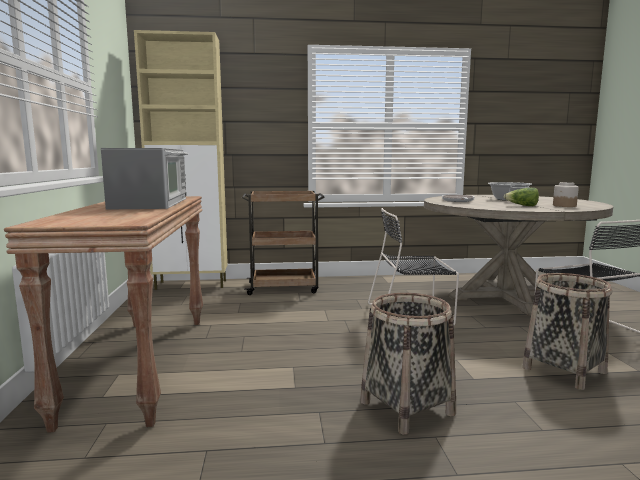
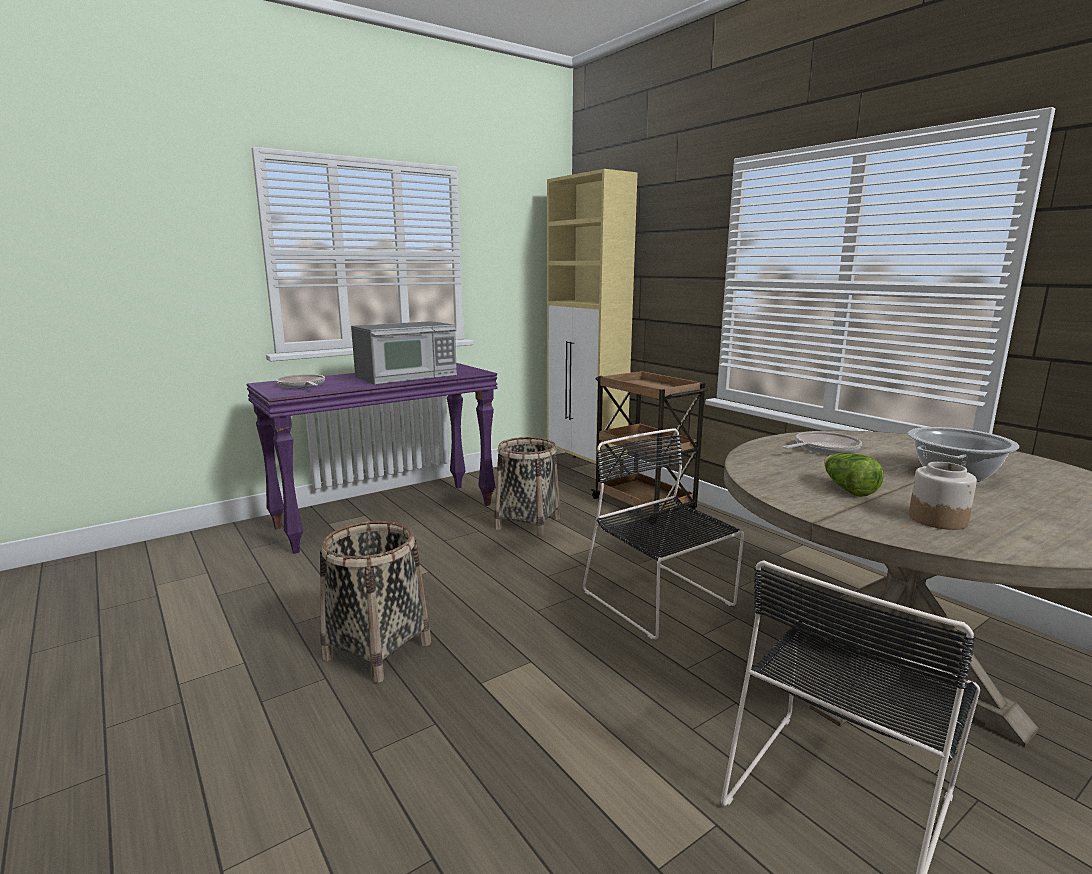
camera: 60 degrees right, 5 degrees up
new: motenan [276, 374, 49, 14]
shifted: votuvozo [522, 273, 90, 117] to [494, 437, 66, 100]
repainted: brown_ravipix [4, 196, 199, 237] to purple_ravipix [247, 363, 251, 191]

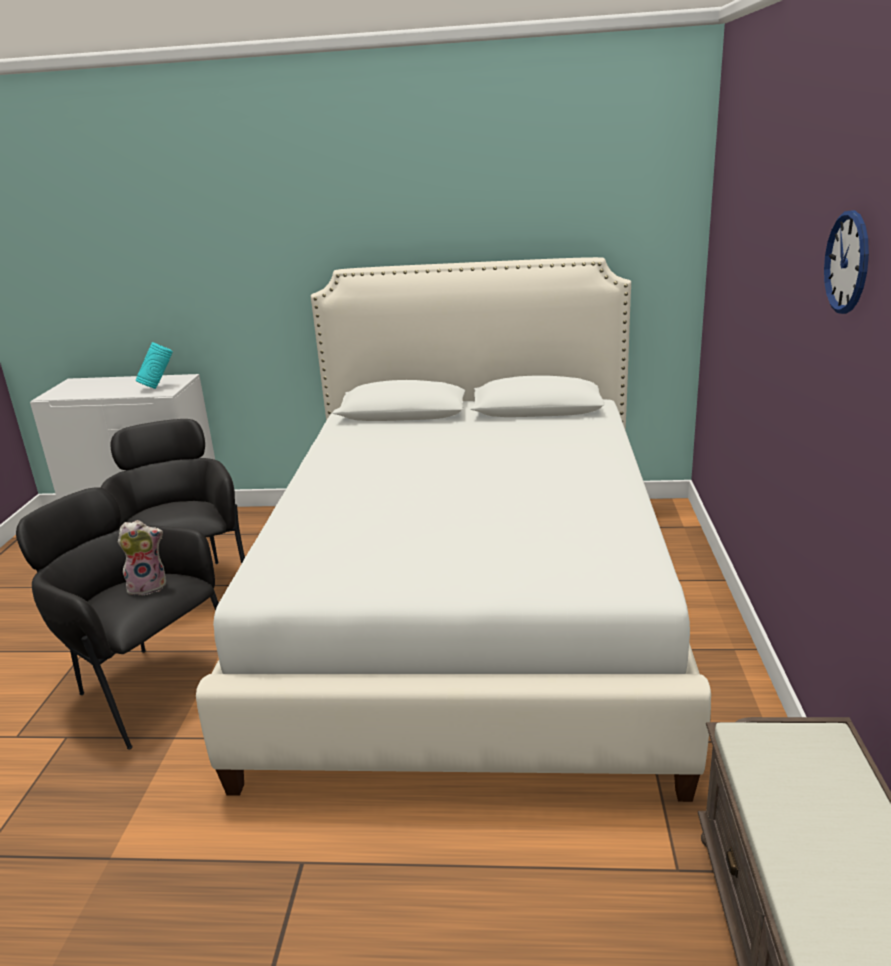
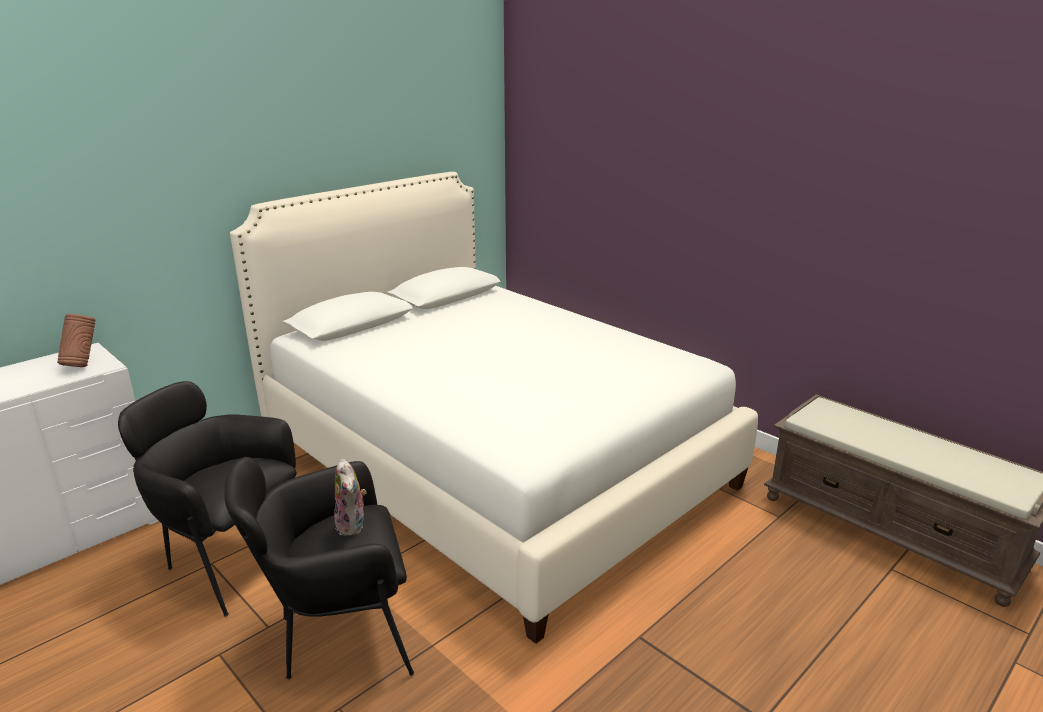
camera: 50 degrees left, 0 degrees up
gone: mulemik [824, 210, 45, 104]
repainted: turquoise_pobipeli [136, 342, 37, 47] to brown_pobipeli [57, 314, 39, 53]
rotated: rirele [118, 520, 48, 75] = [334, 459, 33, 77] 135 degrees clockwise

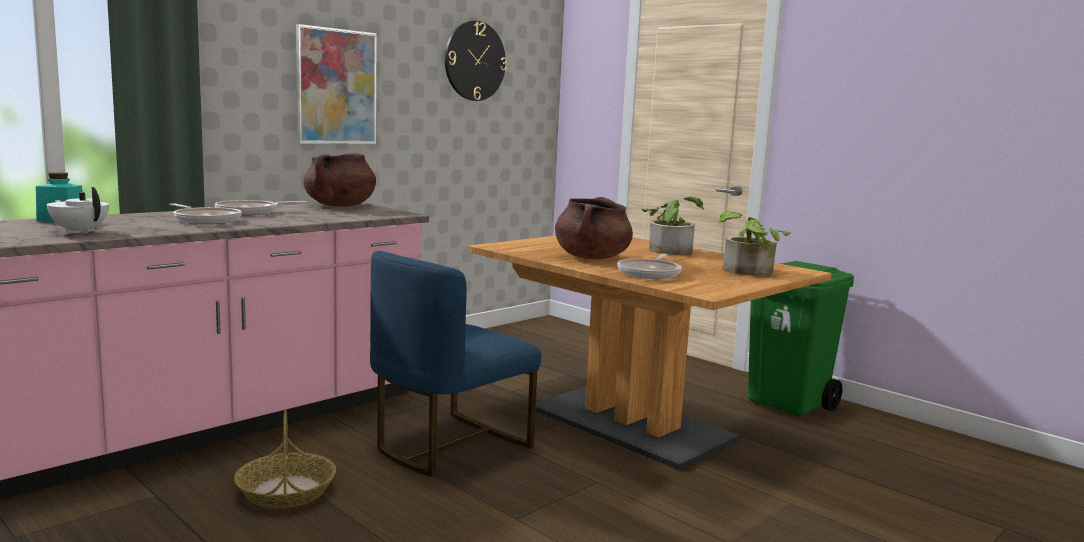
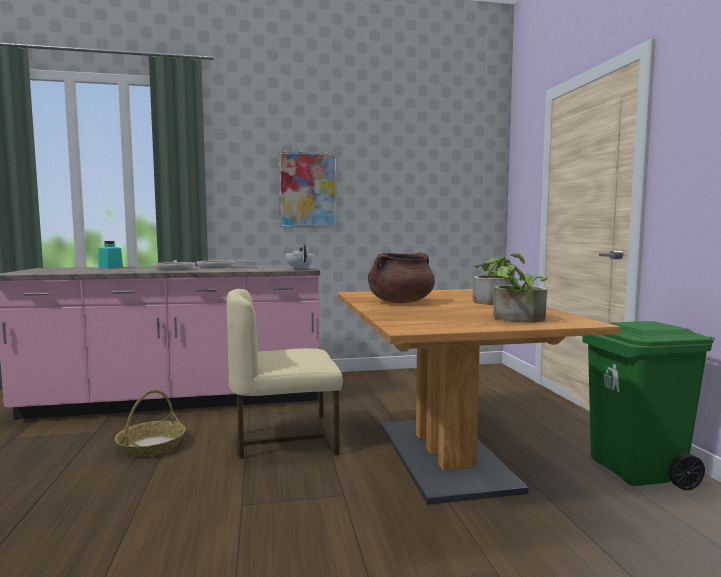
camera: 35 degrees right, 5 degrees down
gone: mulemik [445, 21, 62, 80]; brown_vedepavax [304, 153, 72, 54]; motenan [617, 254, 65, 25]
shifted: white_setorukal [47, 187, 62, 47] to [285, 244, 30, 26]
repainted: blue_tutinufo [370, 251, 171, 226] to beige_tutinufo [227, 289, 116, 170]

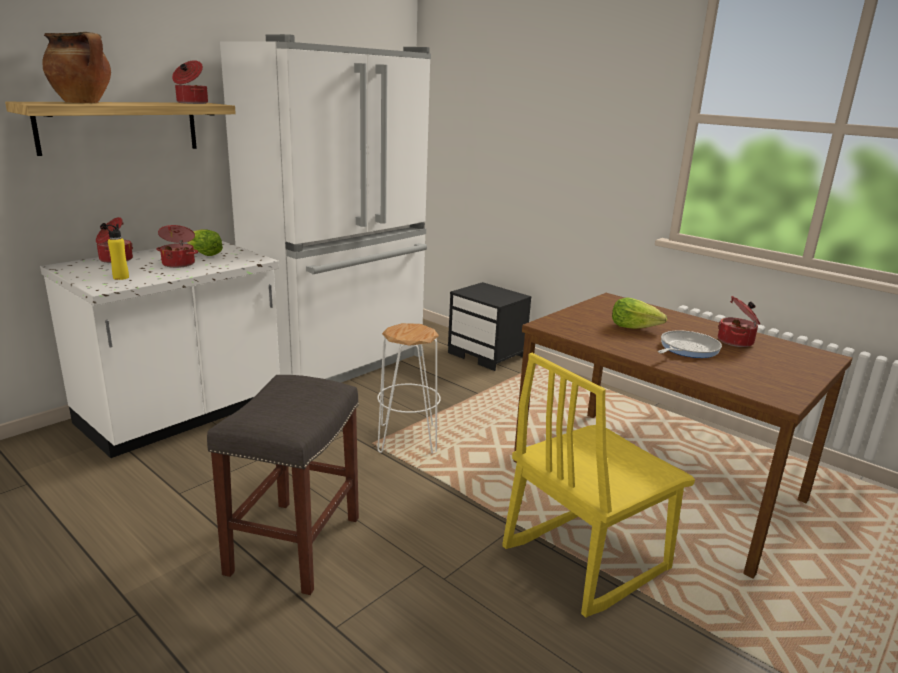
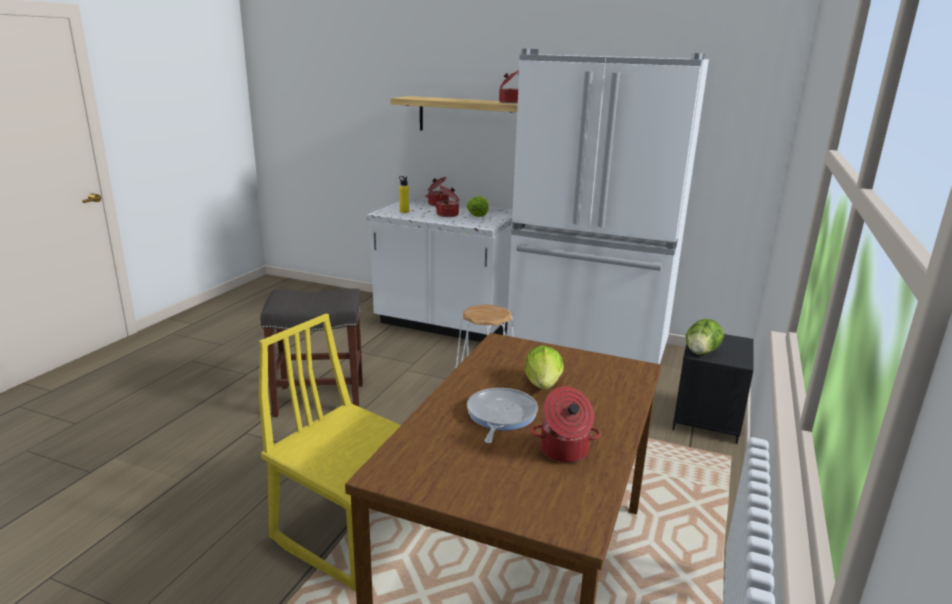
camera: 70 degrees right, 0 degrees up
gone: vedepavax [43, 32, 68, 71]
new: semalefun [686, 319, 38, 36]
rotated: motenan [658, 330, 64, 28] = [467, 388, 71, 55] 105 degrees counterclockwise

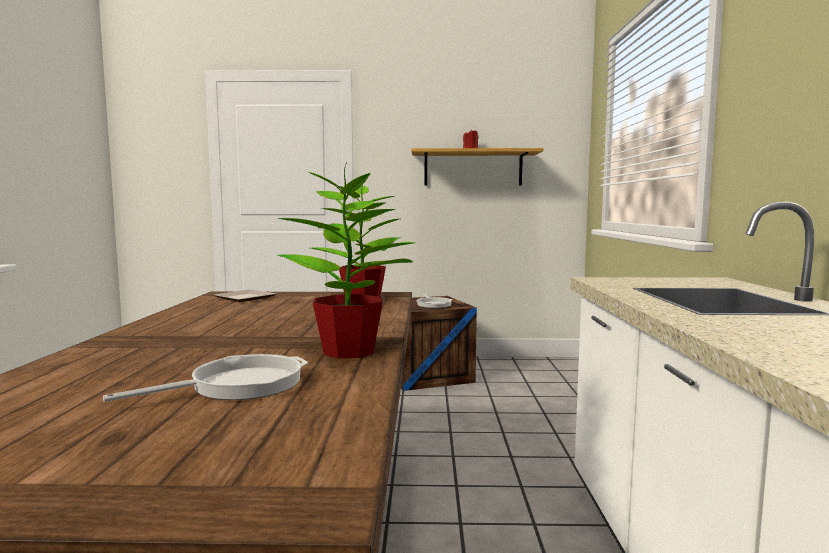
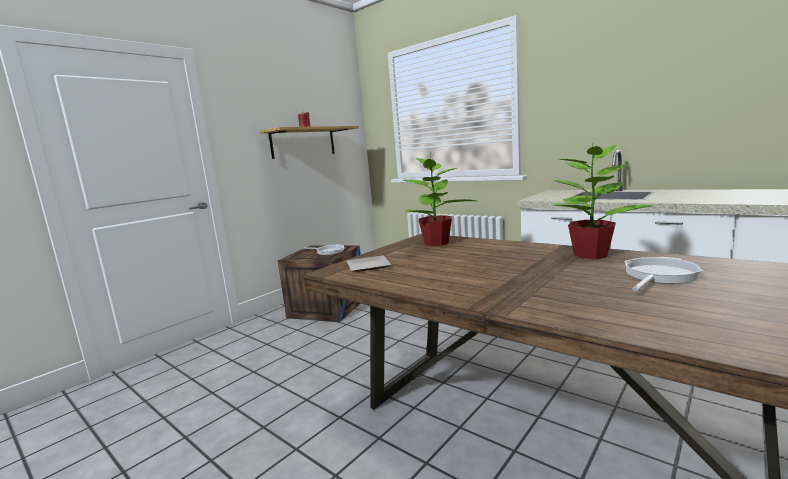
camera: 50 degrees left, 5 degrees up
rotated: motenan [103, 354, 205, 48] = [624, 257, 79, 34] 45 degrees clockwise

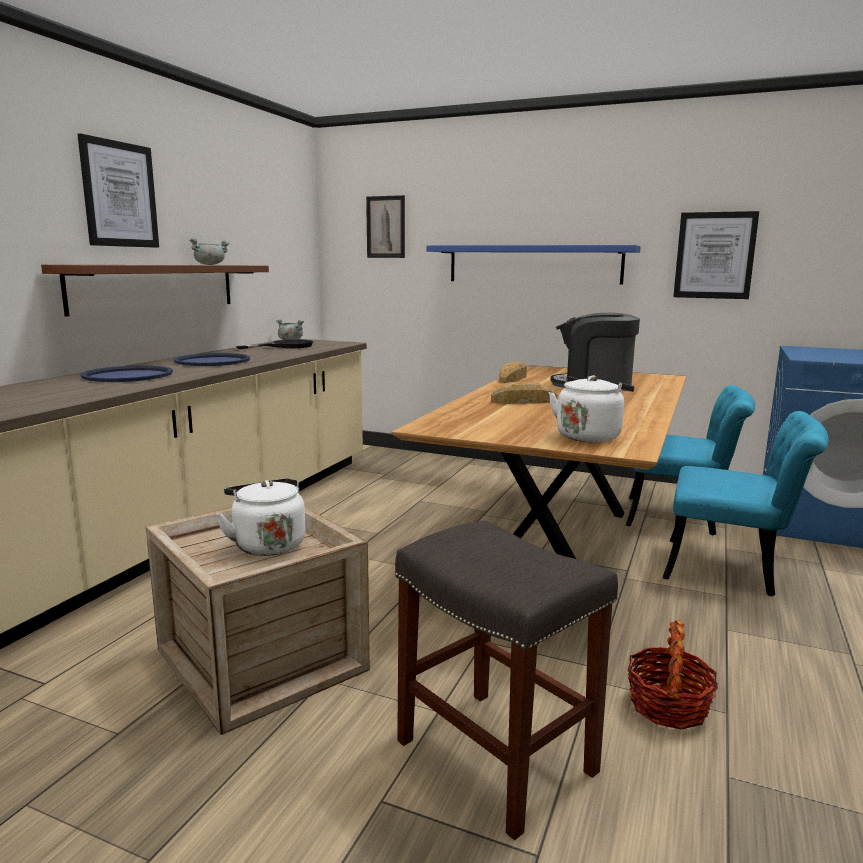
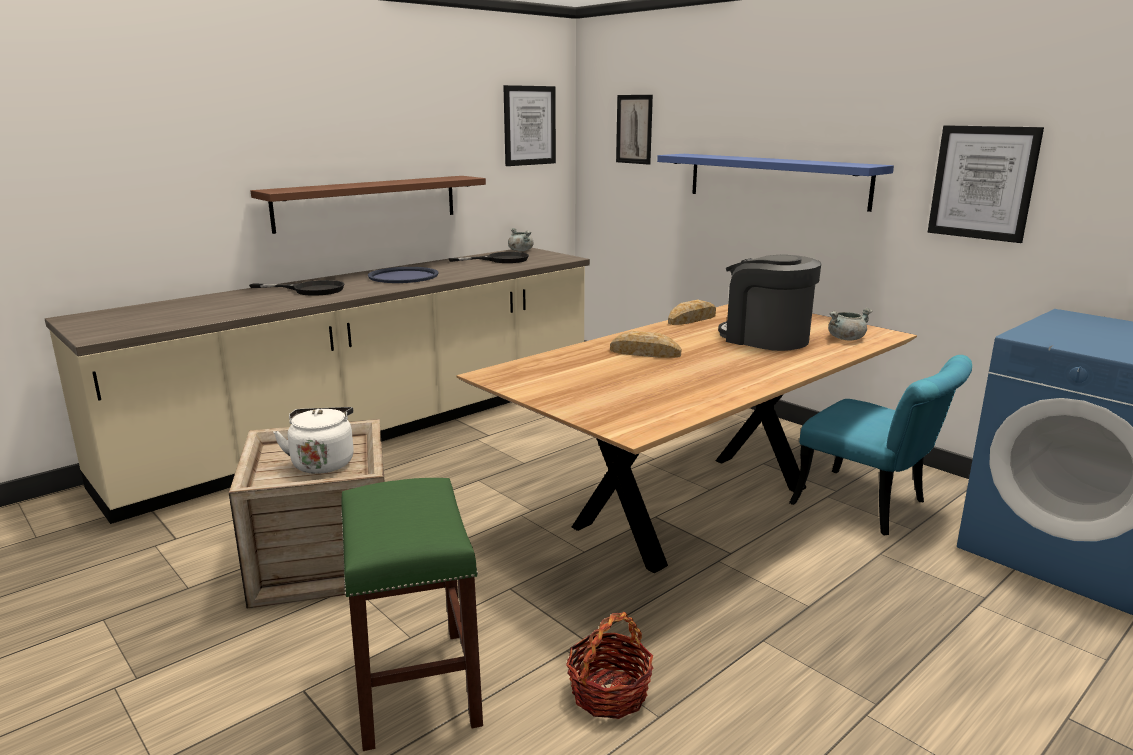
camera: 25 degrees right, 5 degrees up
gone: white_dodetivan [549, 375, 85, 67]; turquoise_tutinufo [663, 411, 166, 185]
shifted: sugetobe [78, 133, 81, 115] to [503, 85, 53, 81]; grey_vedepavax [189, 238, 40, 27] to [828, 308, 44, 32]
swapped: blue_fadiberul [81, 365, 92, 17] to black_motenan [249, 280, 95, 16]
repainted: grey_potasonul [395, 521, 223, 319] to green_potasonul [341, 478, 142, 273]

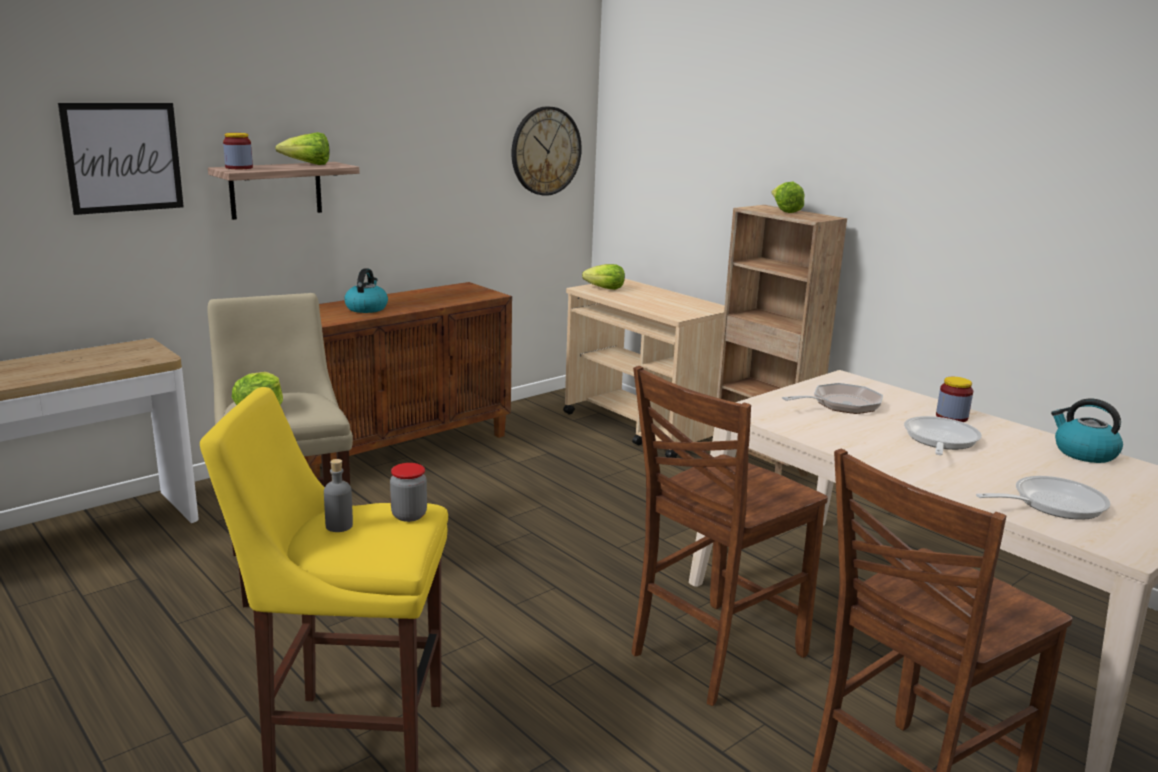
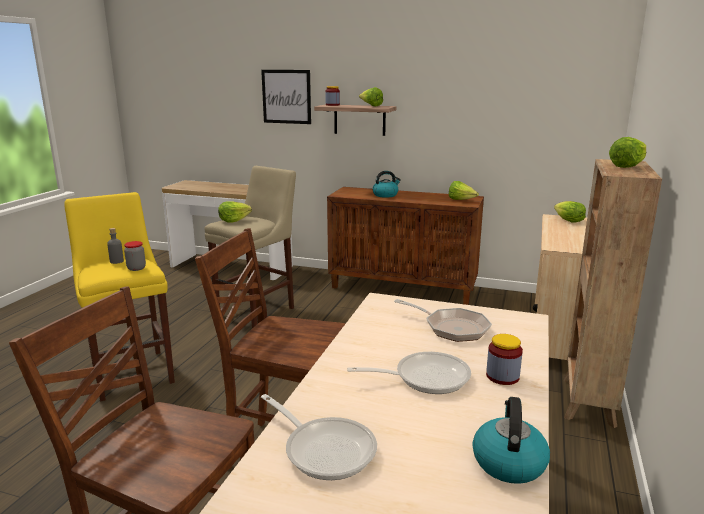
camera: 60 degrees right, 0 degrees up
gone: mulemik [512, 106, 70, 90]
new: semalefun [449, 181, 30, 19]

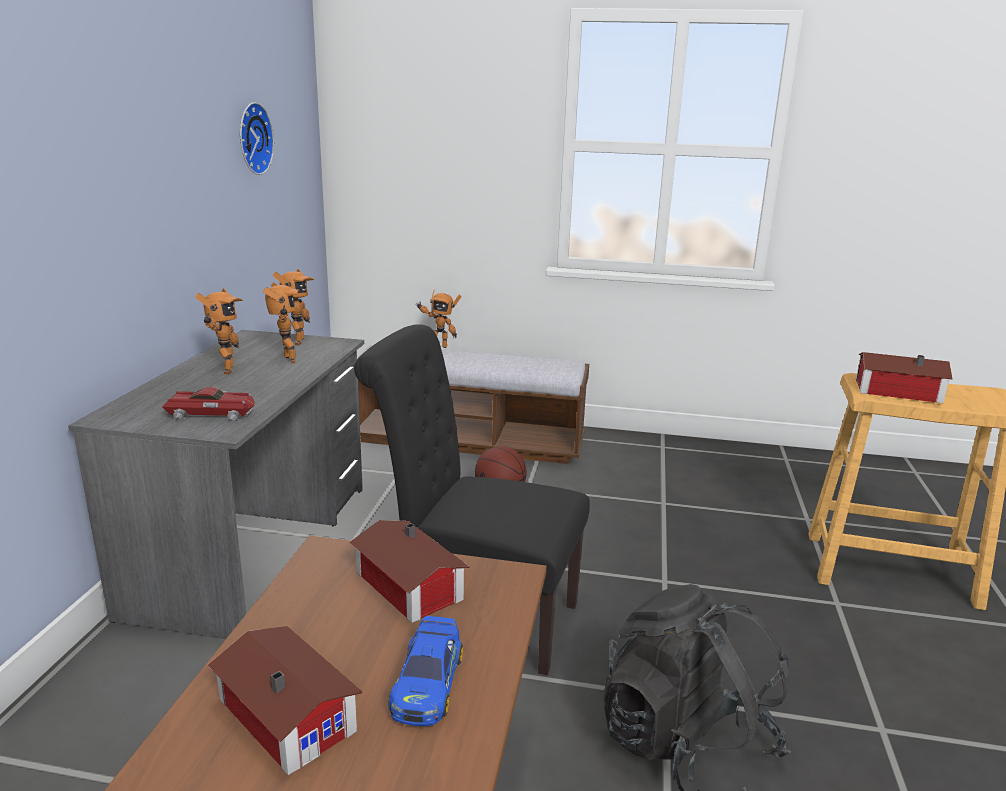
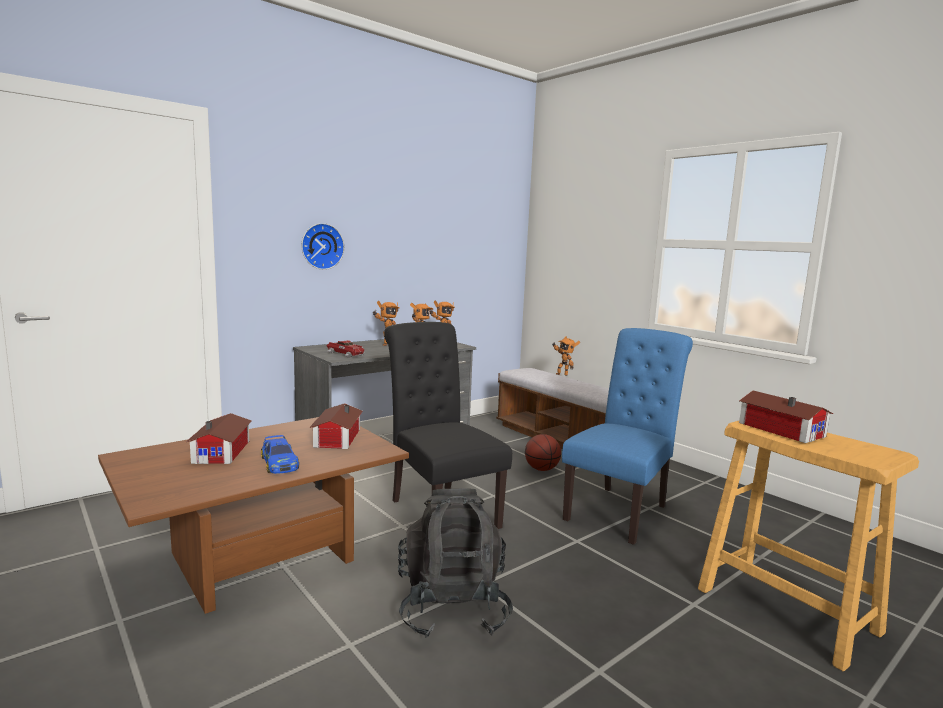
camera: 40 degrees right, 10 degrees down
new: blue_tutinufo [562, 328, 131, 217]
shifted: mulemik [240, 102, 34, 73] to [301, 223, 43, 47]
rotated: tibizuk [388, 616, 75, 110] = [261, 435, 38, 39] 75 degrees counterclockwise

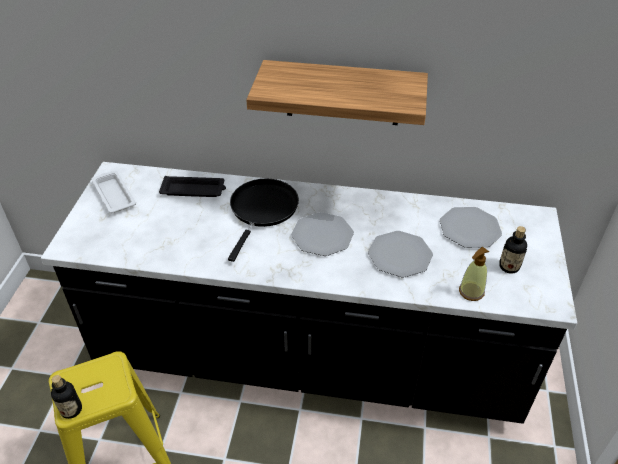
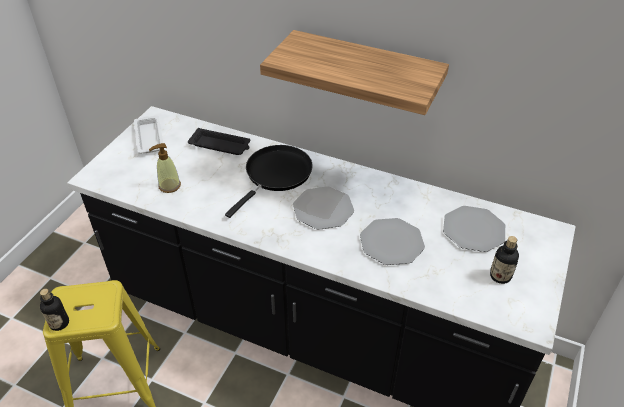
camera: 15 degrees right, 0 degrees up
shifted: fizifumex [459, 247, 30, 54] to [149, 143, 32, 50]

